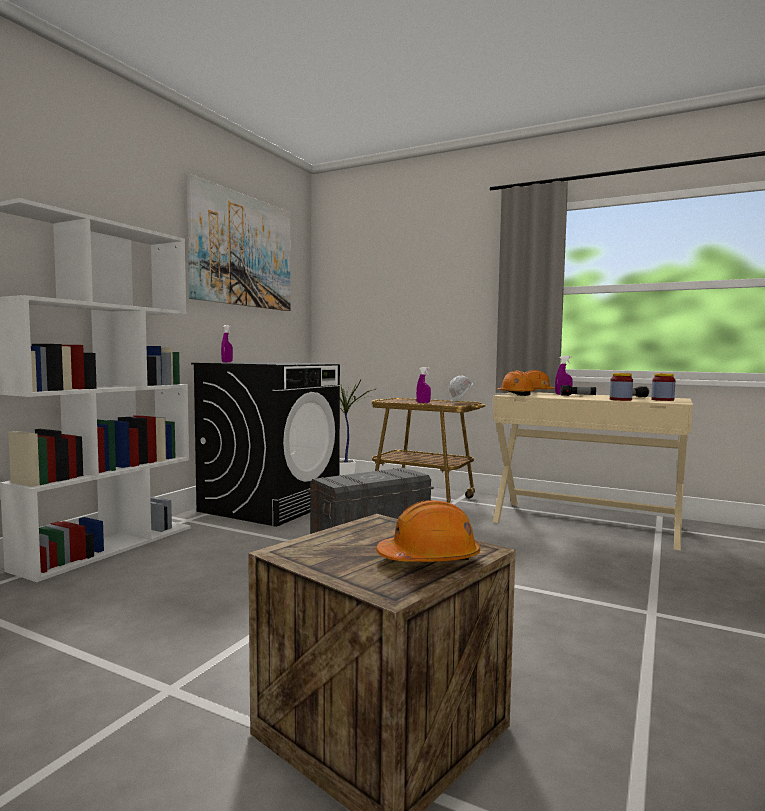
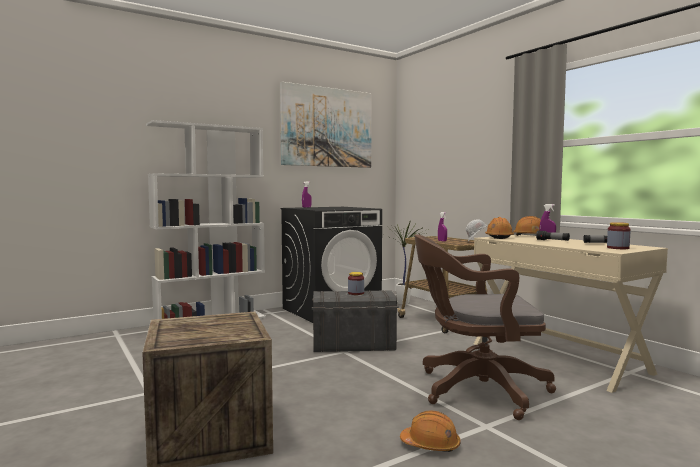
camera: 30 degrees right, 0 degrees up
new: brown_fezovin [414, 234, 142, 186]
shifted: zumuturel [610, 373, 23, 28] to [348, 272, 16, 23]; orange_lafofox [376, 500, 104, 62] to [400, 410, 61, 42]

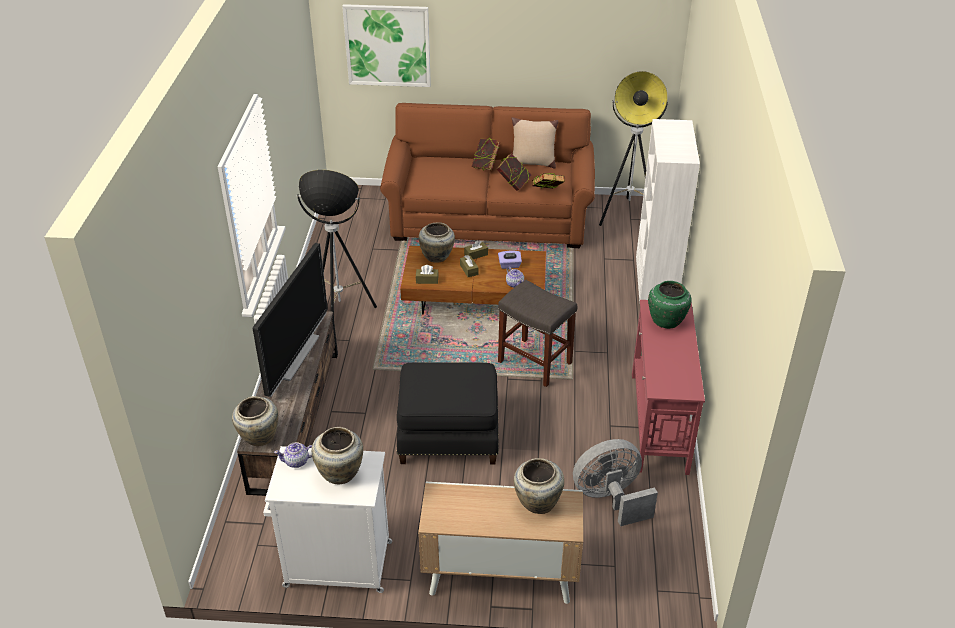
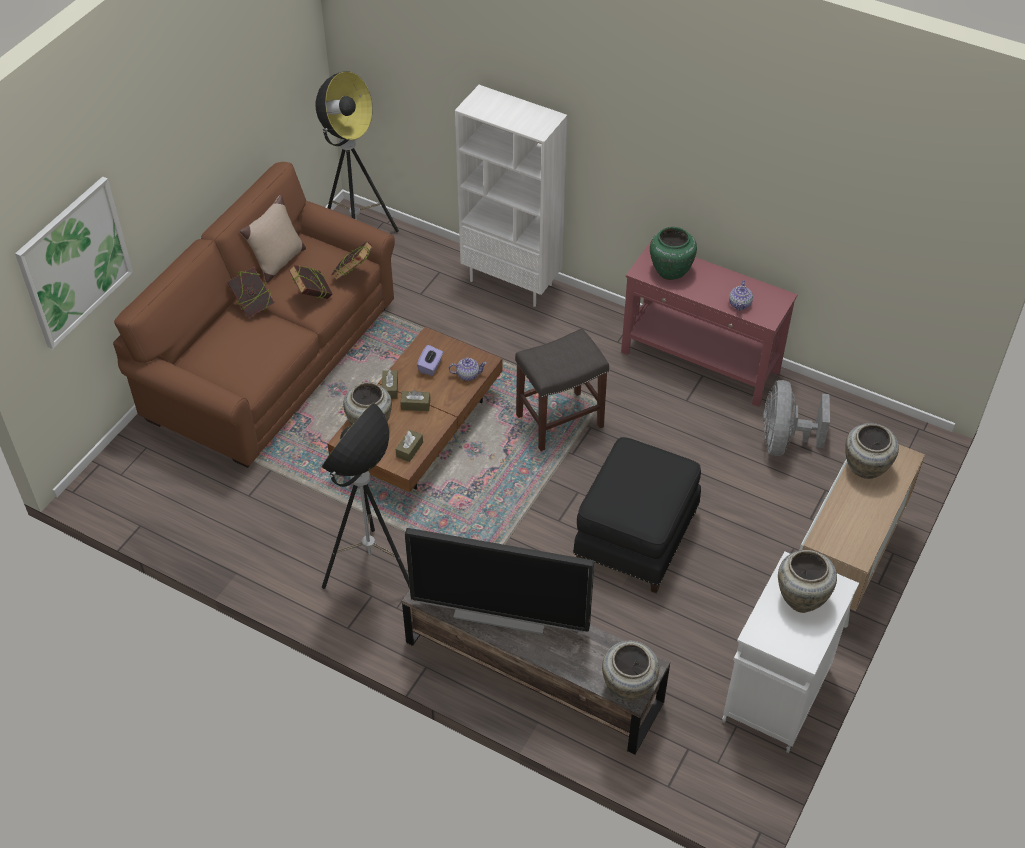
camera: 65 degrees left, 10 degrees up
shifted: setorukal [274, 442, 38, 26] to [729, 280, 24, 31]
rotated: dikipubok [253, 243, 75, 154] = [405, 528, 190, 107] 150 degrees clockwise

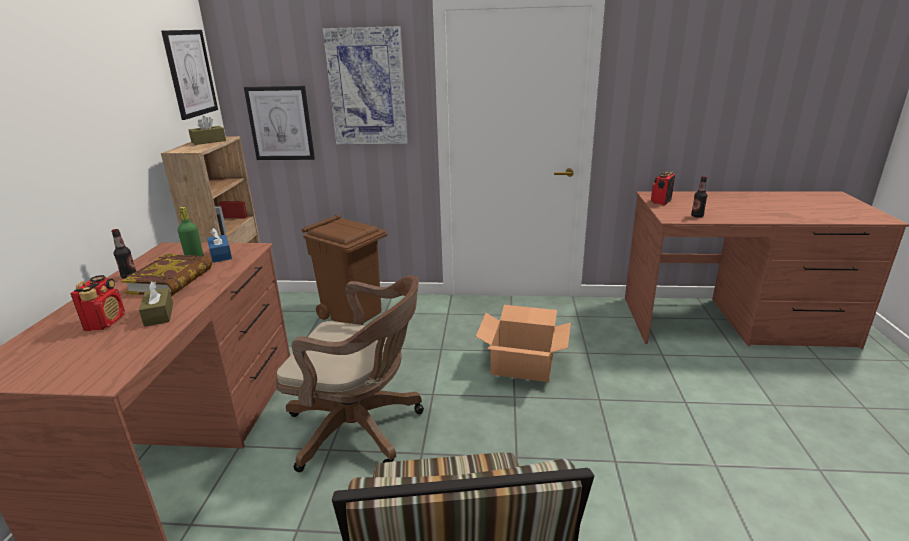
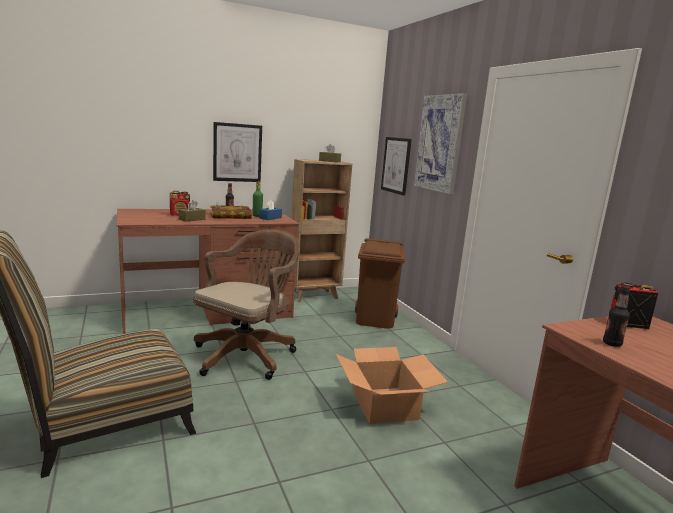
camera: 60 degrees right, 10 degrees down
shifted: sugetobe [161, 30, 57, 90] to [213, 122, 49, 60]
rotated: brown_fezovin [276, 275, 148, 197] = [193, 229, 107, 151] 135 degrees counterclockwise

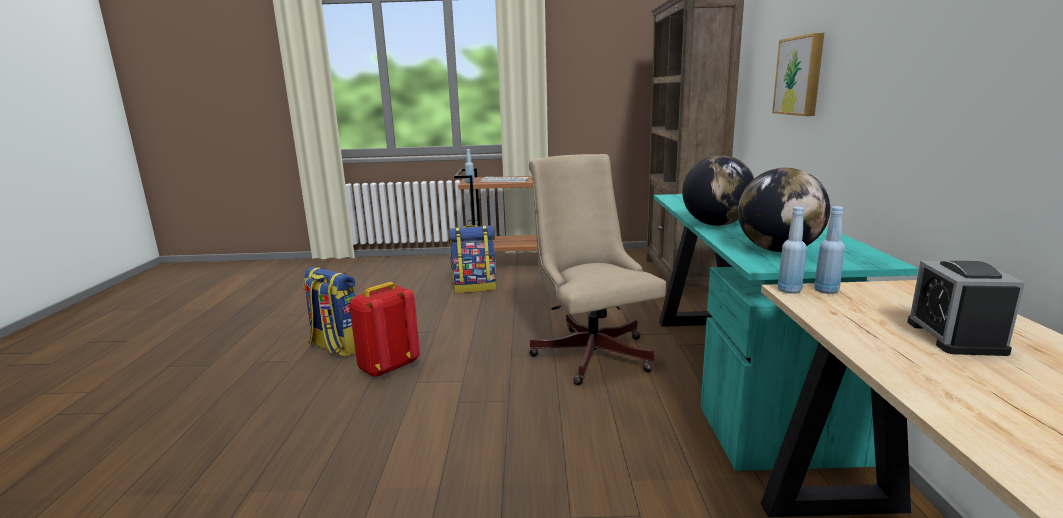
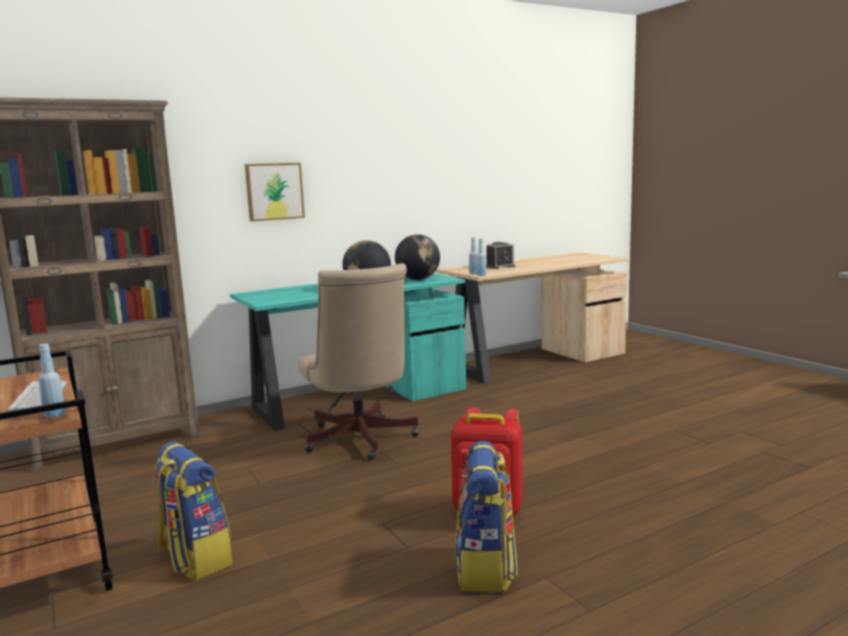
camera: 120 degrees left, 5 degrees down
rotated: beige_fezovin [529, 154, 137, 231] = [298, 263, 121, 197] 60 degrees counterclockwise

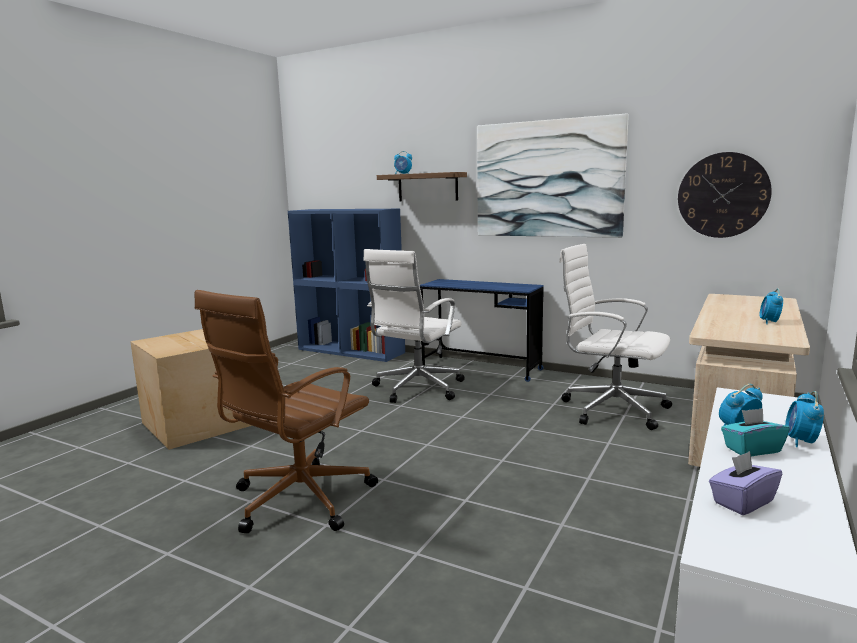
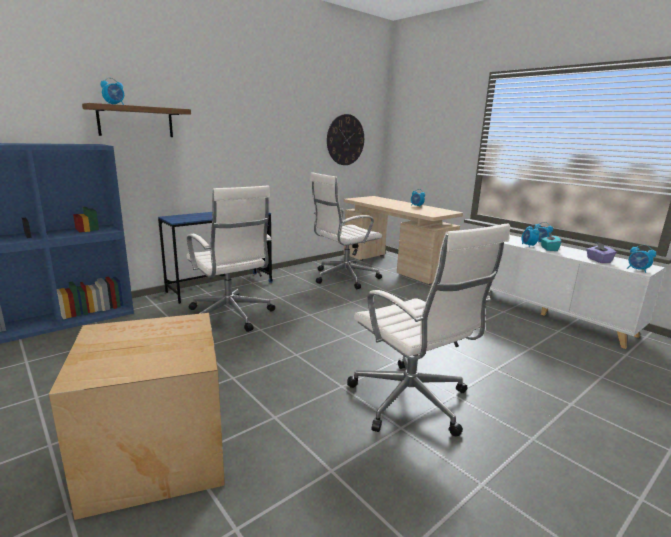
camera: 70 degrees left, 5 degrees up
gone: sugetobe [477, 113, 152, 125]
new: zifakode [627, 245, 29, 28]
repainted: brown_fezovin [194, 290, 184, 243] to white_fezovin [347, 223, 163, 213]

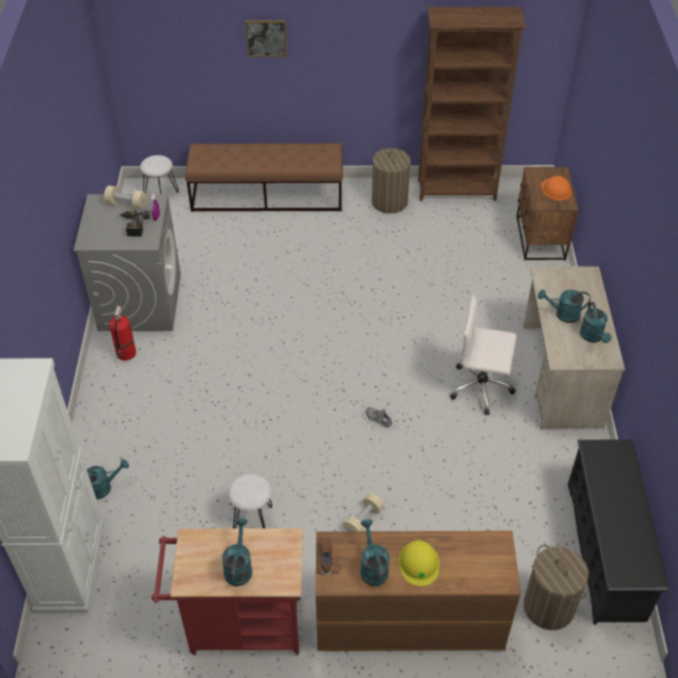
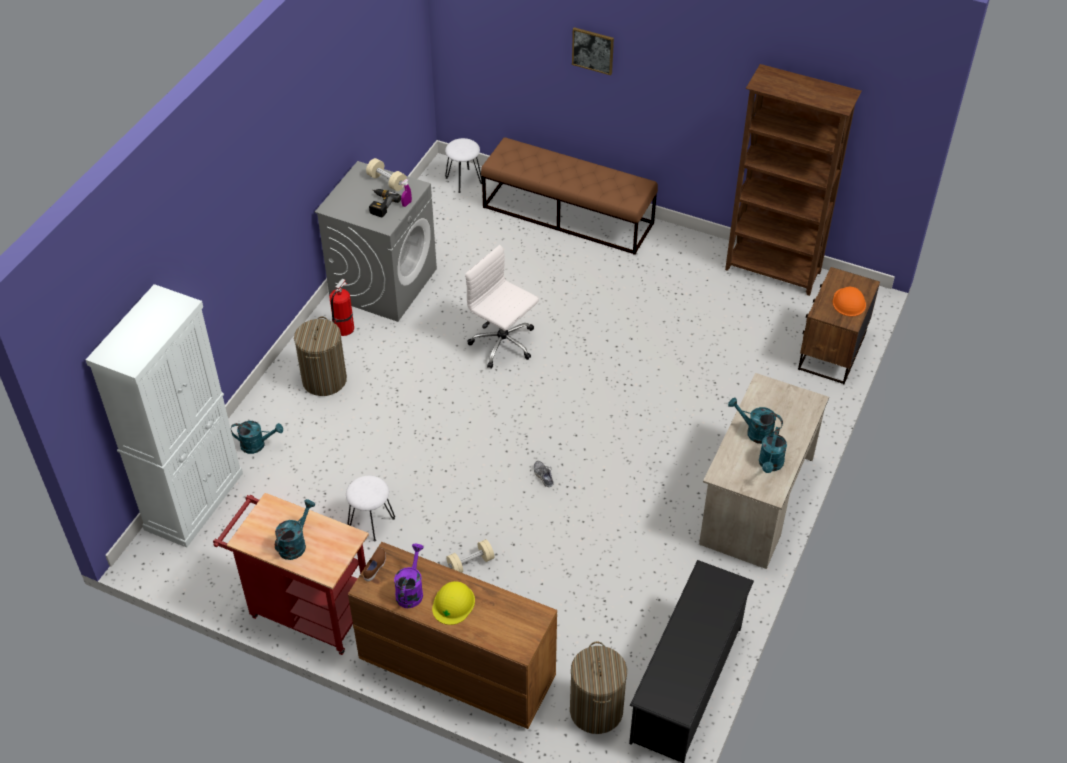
camera: 25 degrees right, 0 degrees up
shifted: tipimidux [372, 148, 39, 66] to [294, 316, 53, 80]; white_fezovin [450, 295, 66, 120] to [465, 245, 74, 124]
repainted: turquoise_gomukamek [360, 519, 30, 68] to purple_gomukamek [394, 543, 30, 65]

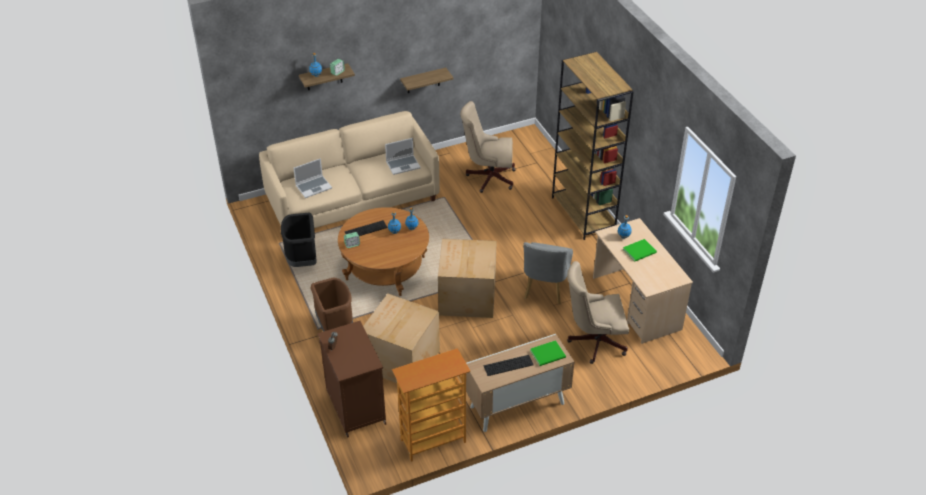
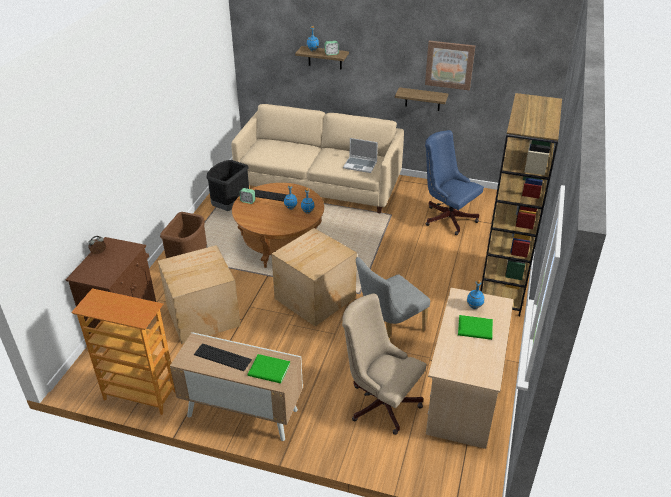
camera: 40 degrees right, 5 degrees down
gone: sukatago [293, 158, 39, 40]
new: sugetobe [425, 41, 50, 49]
repainted: beige_fezovin [460, 101, 56, 92] to blue_fezovin [425, 130, 59, 105]

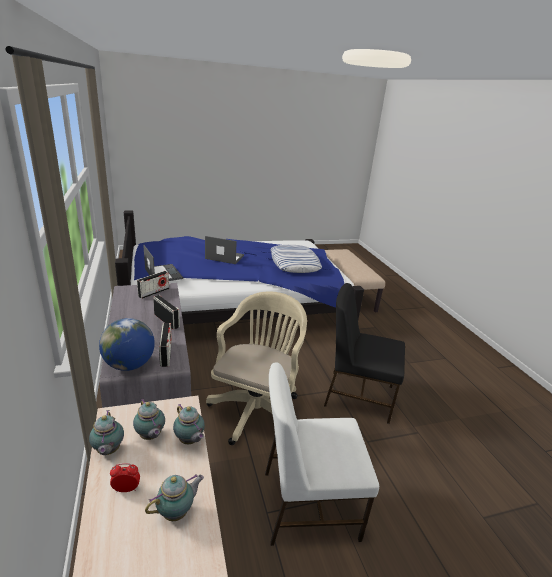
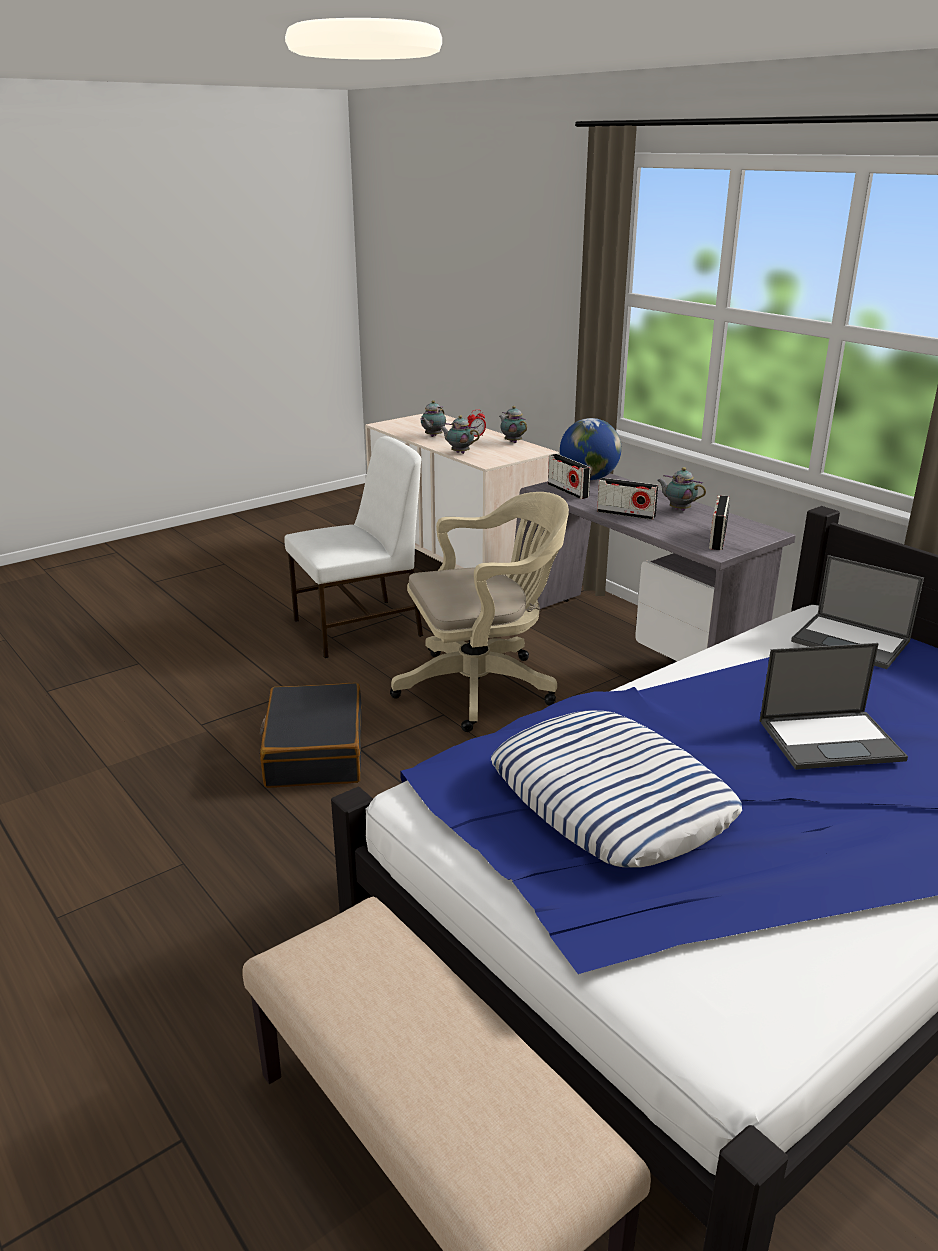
camera: 160 degrees right, 0 degrees up
shifted: setorukal [133, 399, 32, 41] to [657, 467, 49, 44]
swapped: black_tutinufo [324, 283, 81, 141] to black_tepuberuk [259, 683, 103, 105]
rotated: beige_fezovin [206, 292, 101, 153] = [390, 492, 179, 240] 105 degrees counterclockwise

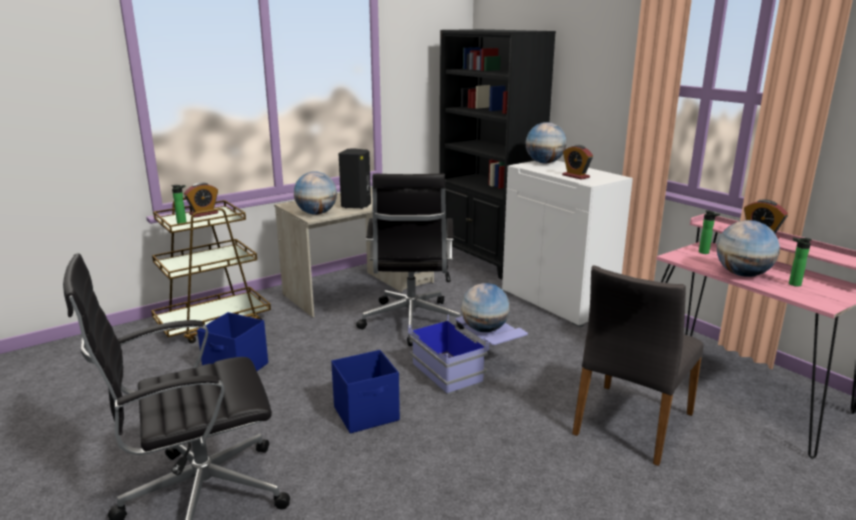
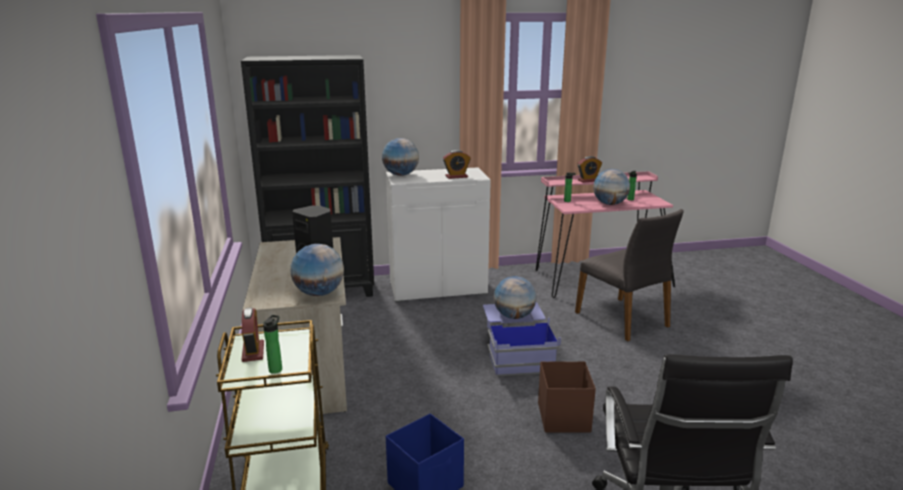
camera: 65 degrees left, 0 degrees up
gone: black_fezovin [356, 174, 108, 172]
repainted: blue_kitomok [331, 350, 69, 84] to brown_kitomok [538, 361, 58, 71]

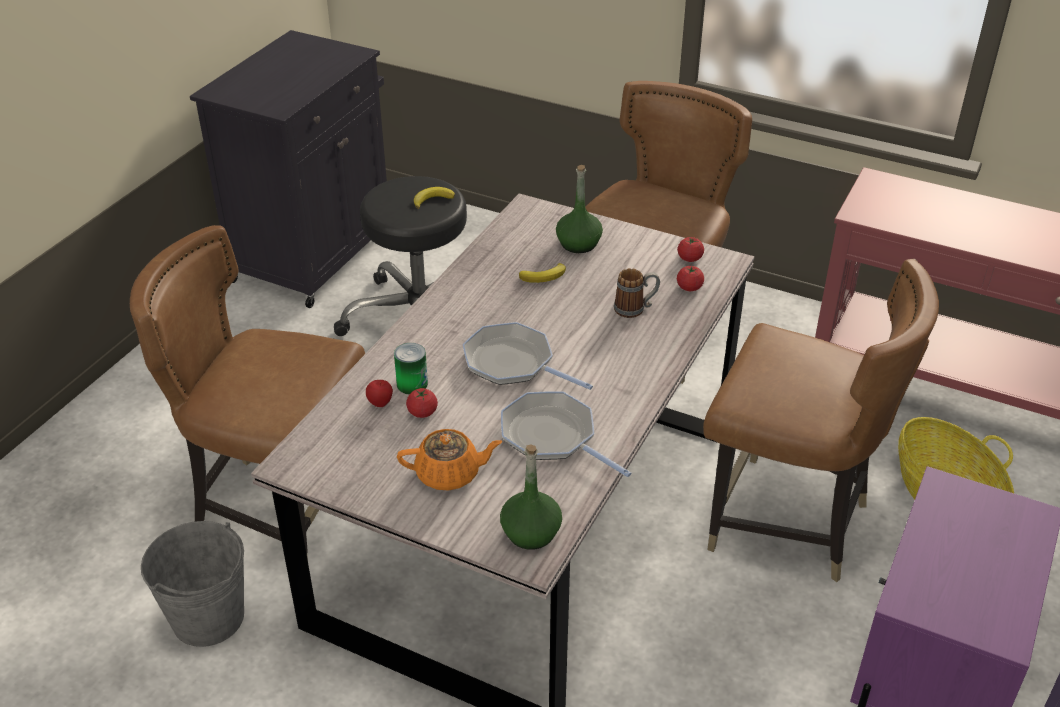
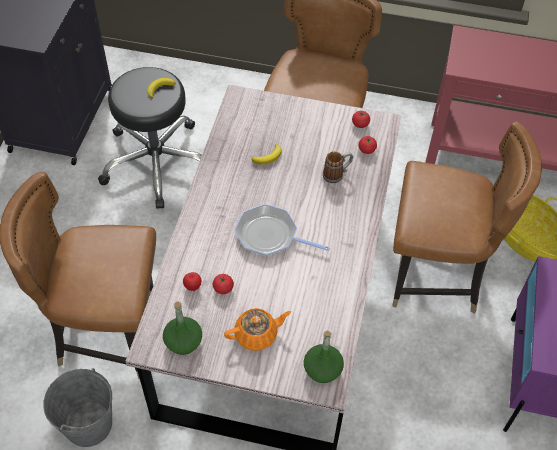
camera: 15 degrees left, 15 degrees up
gone: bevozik [394, 343, 34, 52]; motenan [501, 391, 130, 86]
shifted: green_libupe [556, 165, 47, 88] to [163, 301, 39, 54]

